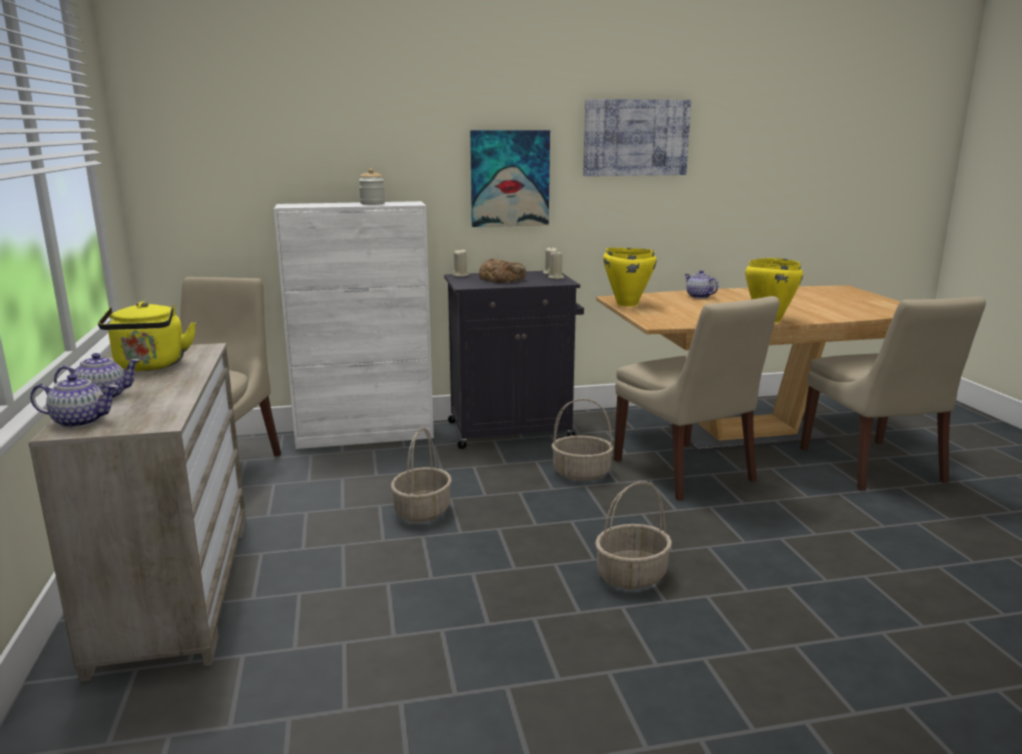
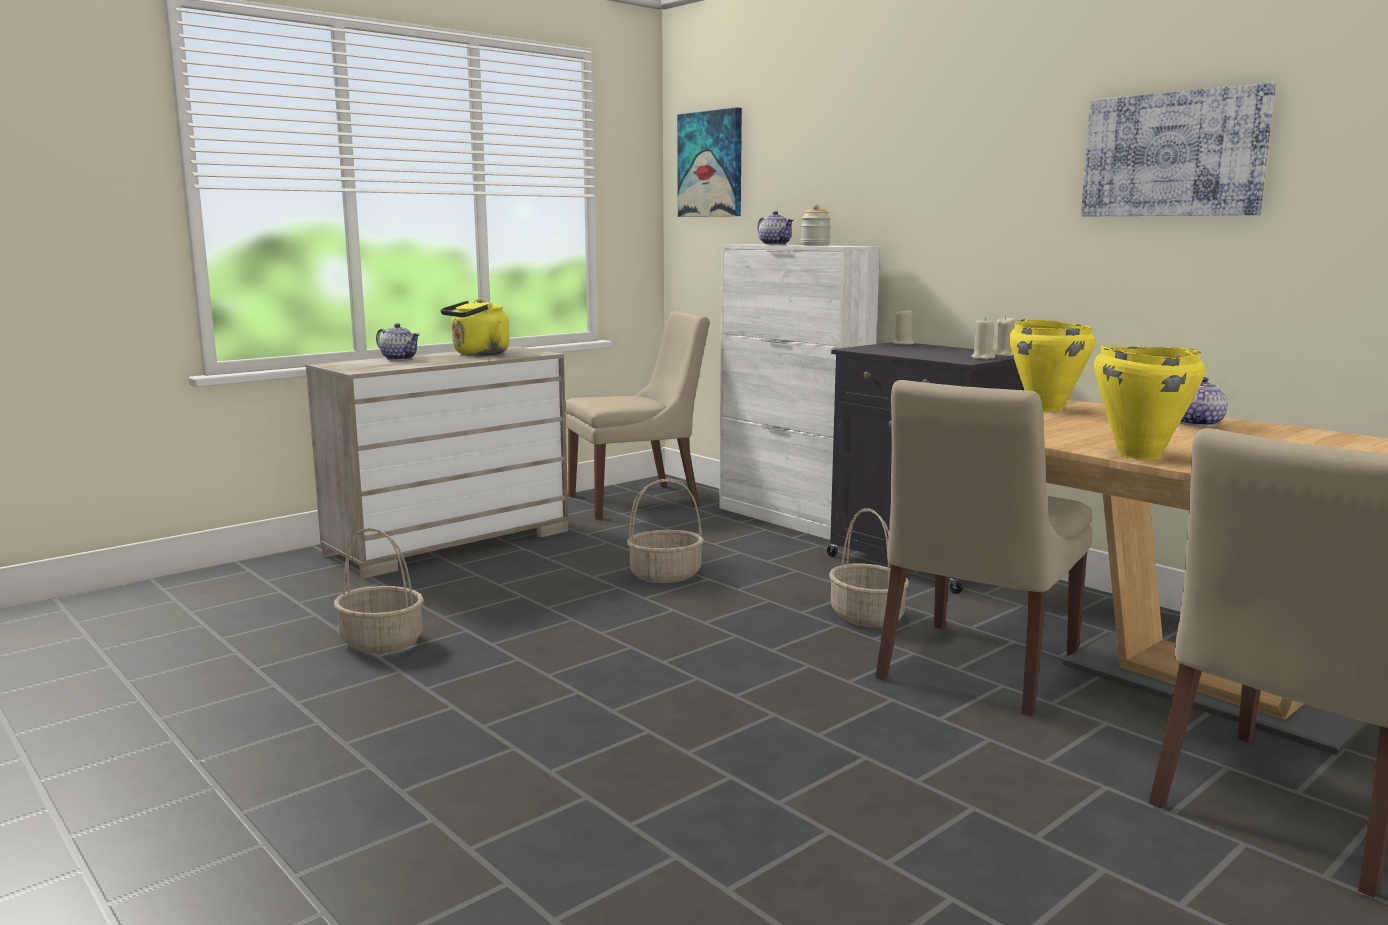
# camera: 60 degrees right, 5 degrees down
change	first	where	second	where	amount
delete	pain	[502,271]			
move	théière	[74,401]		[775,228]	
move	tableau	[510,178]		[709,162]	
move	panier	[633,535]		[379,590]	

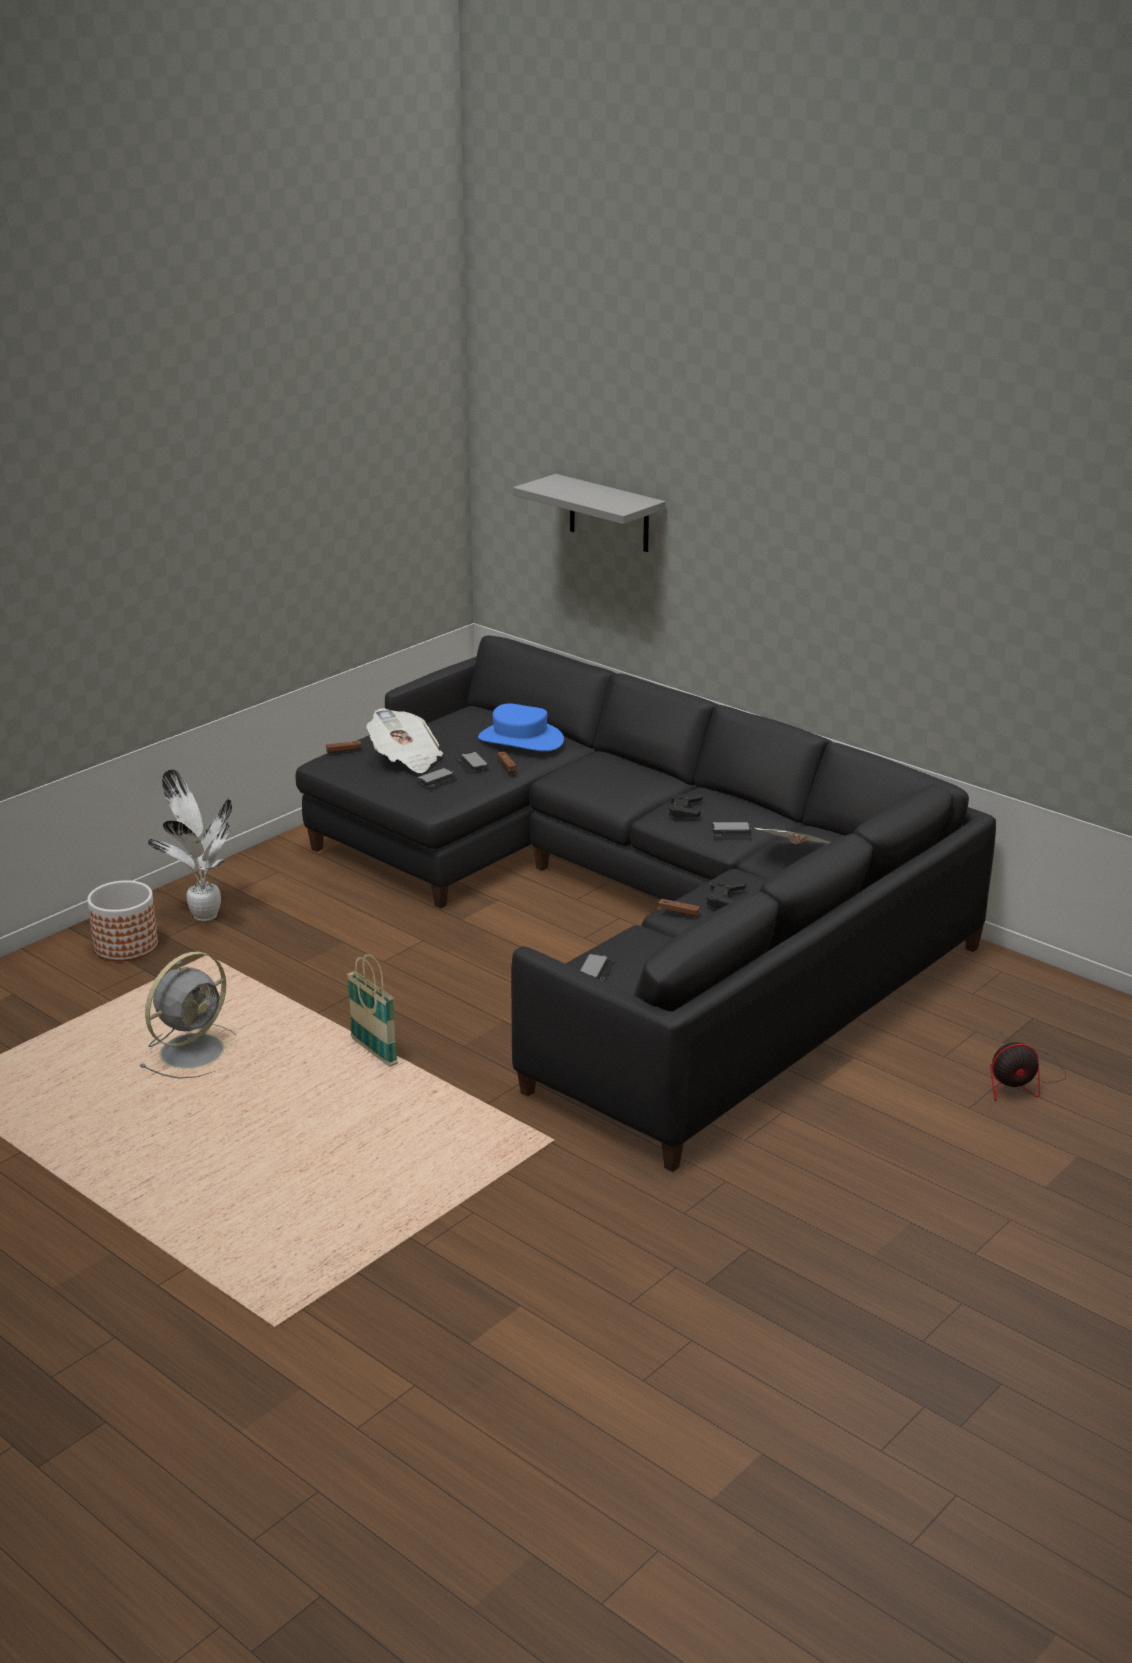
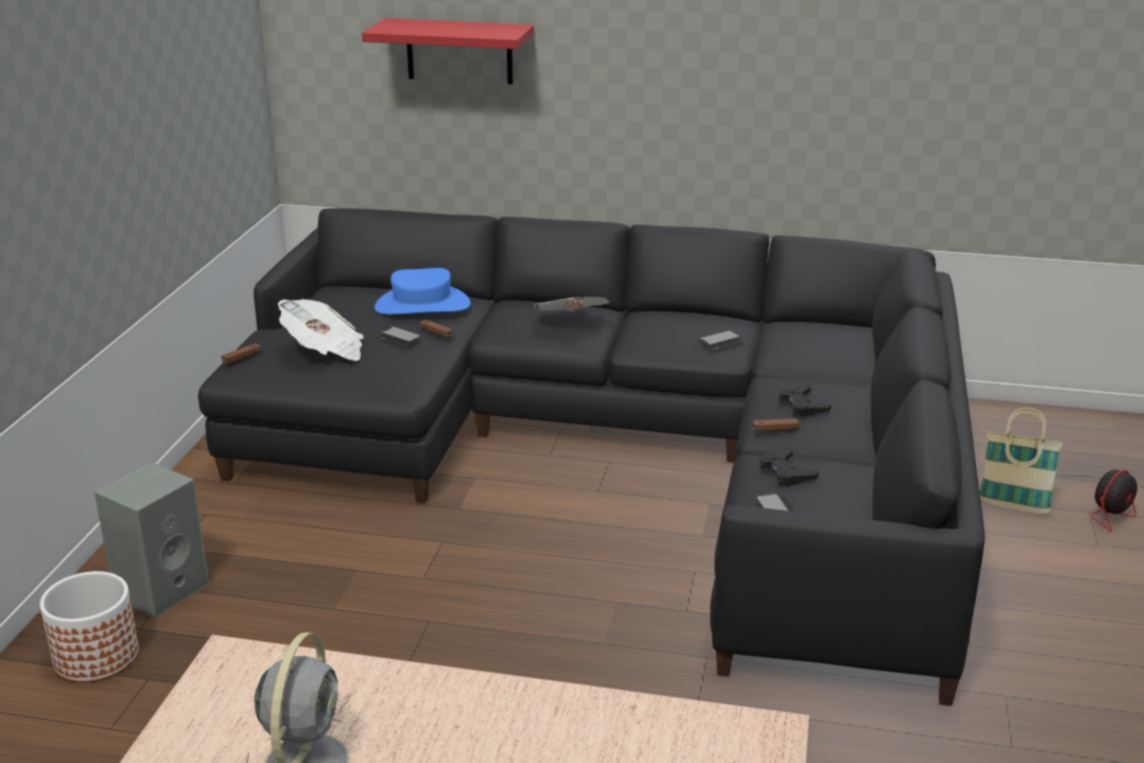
# camera: 30 degrees left, 0 degrees up
change	first	where	second	where	amount
delete	téléphone	[437,778]			
move	panier	[372,1010]		[1020,460]	
move	manette [noir]	[685,806]		[789,466]	
move	journal	[793,836]		[572,304]	
replace	plante en pot	[190,845]	enceinte [gris]	[151,540]	
recolor	étagère [gris]	[589,513]	étagère [rouge]	[448,51]	

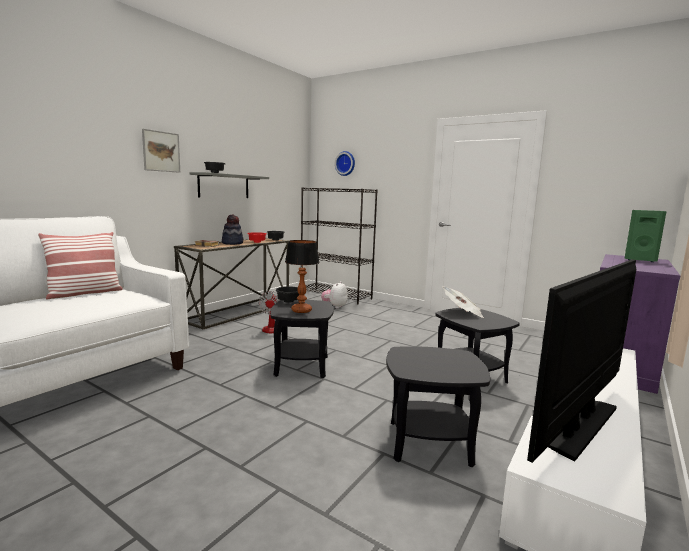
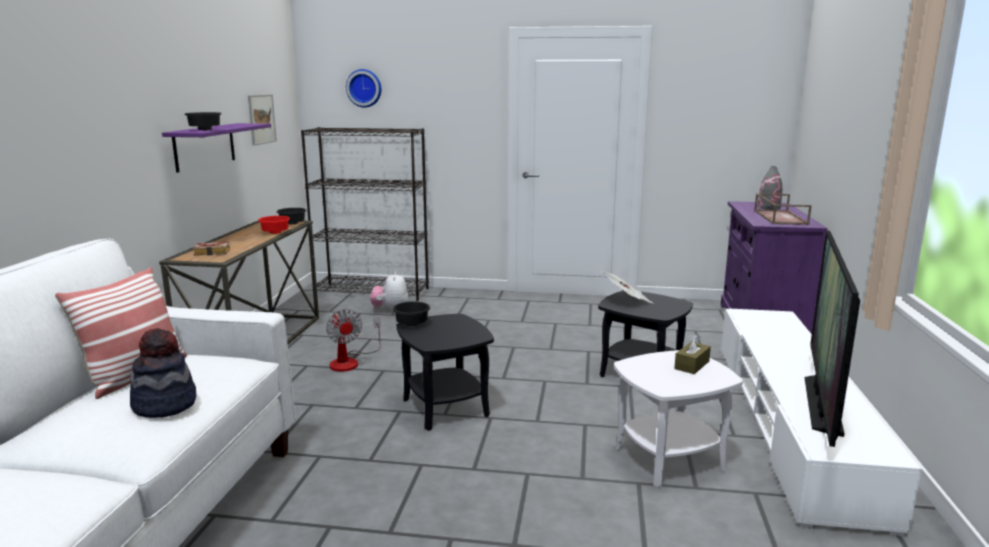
# camera: 25 degrees left, 5 degrees up
change	first	where	second	where	amount
delete	lampe de table	[302,276]			
insert			boîte à mouchoirs [marron]	[692,354]	
insert			plateau [marron]	[783,209]	
move	tableau	[161,151]		[262,120]	
move	chapeau	[233,229]		[163,373]	
replace	enceinte [vert]	[645,236]	vase [gris]	[770,188]	
recolor	étagère [gris]	[229,185]	étagère [violet]	[216,148]	
recolor	table d'appoint [noir]	[438,407]	table d'appoint [blanc]	[678,418]	

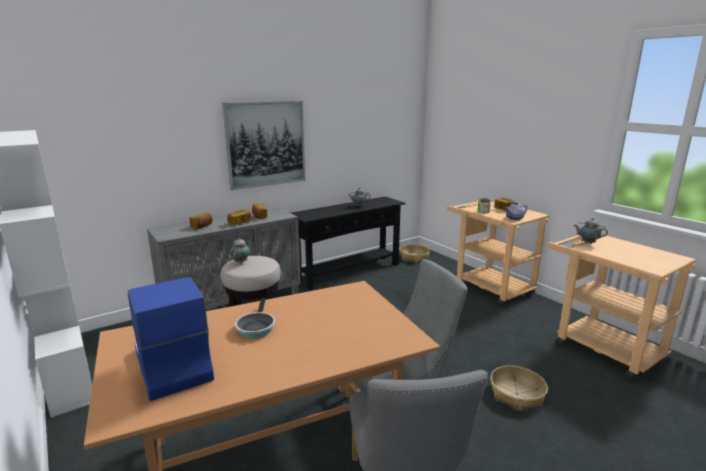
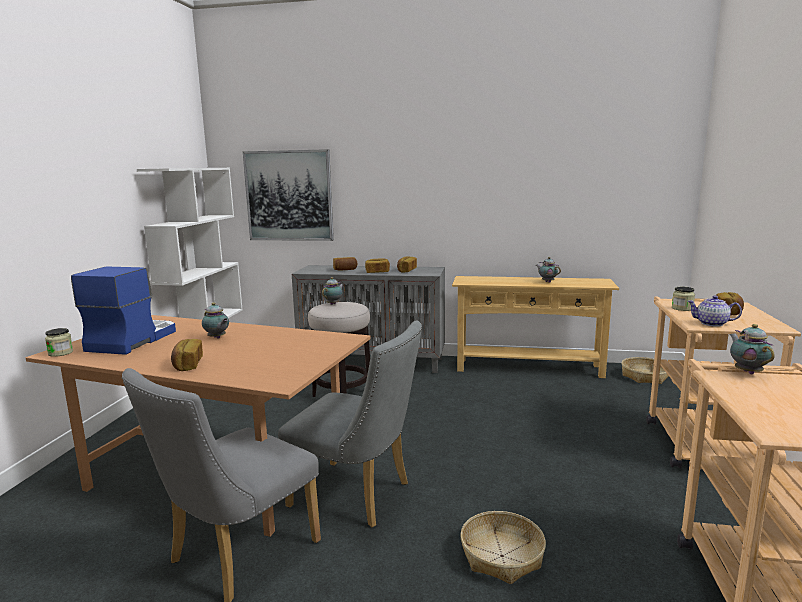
# camera: 45 degrees right, 5 degrees down
change	first	where	second	where	amount
insert			bocal	[59,342]	
insert			pain	[187,355]	
move	tableau	[263,145]		[288,195]	
replace	poêle	[255,318]	théière	[215,320]	
recolor	table console [noir]	[348,243]	table console [beige]	[535,327]	

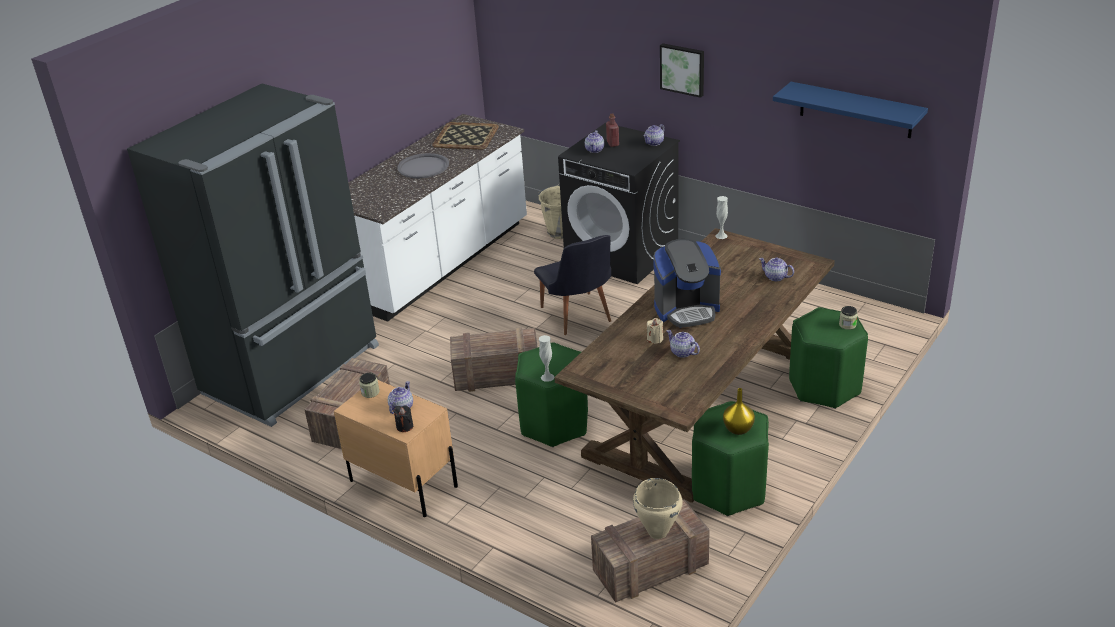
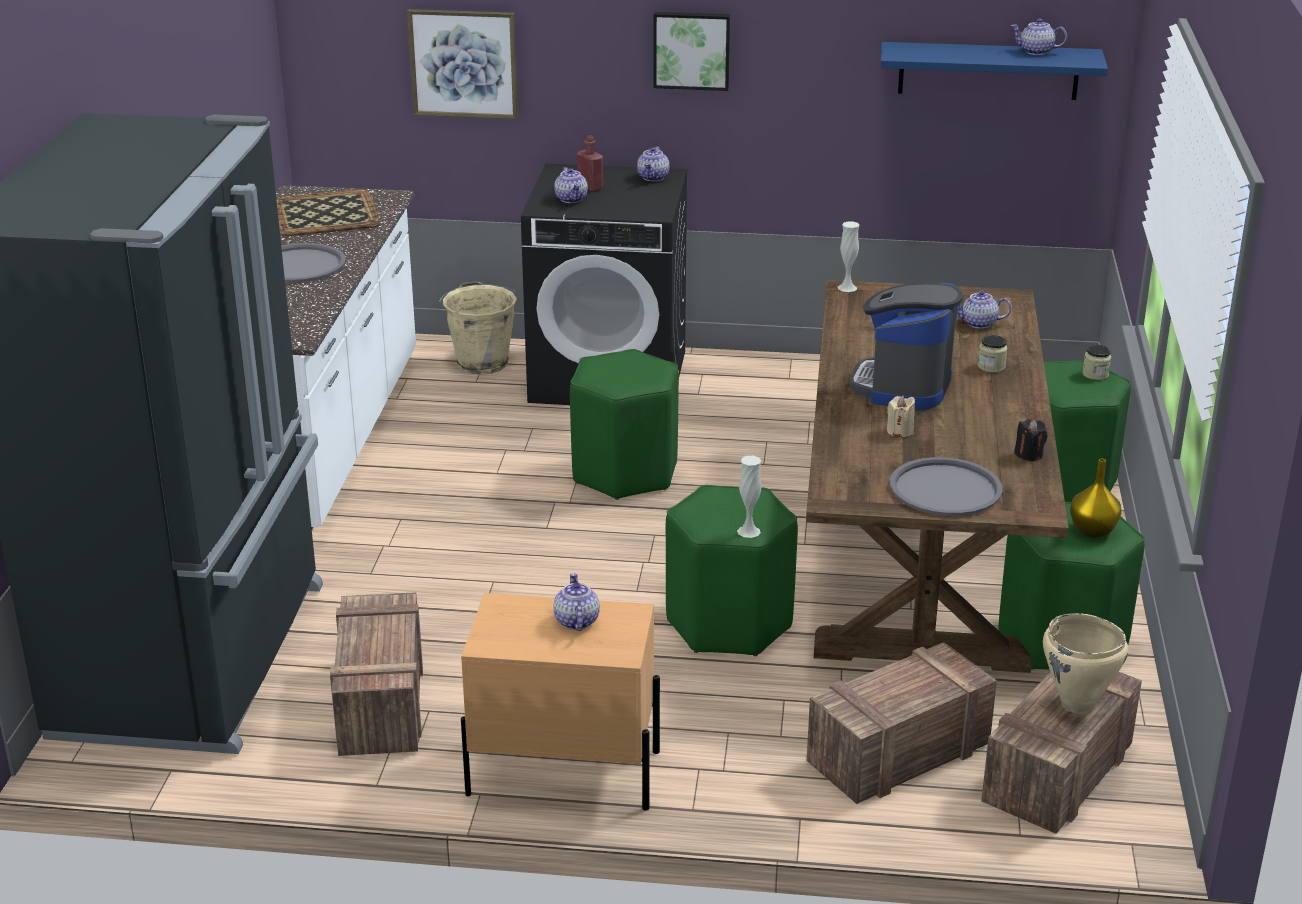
# camera: 30 degrees left, 5 degrees down
change	first	where	second	where	amount
insert			tableau	[462,64]	
insert			plateau [gris]	[946,486]	
move	bocal	[369,385]		[993,354]	
move	bougie [noir]	[403,418]		[1031,440]	
move	caisse	[494,359]		[902,723]	
move	théière	[683,344]		[1039,37]	
replace	chaise [noir]	[572,285]	tabouret [vert]	[624,424]	
rotate	machine à café	[687,283]		[906,346]	150 degrees clockwise

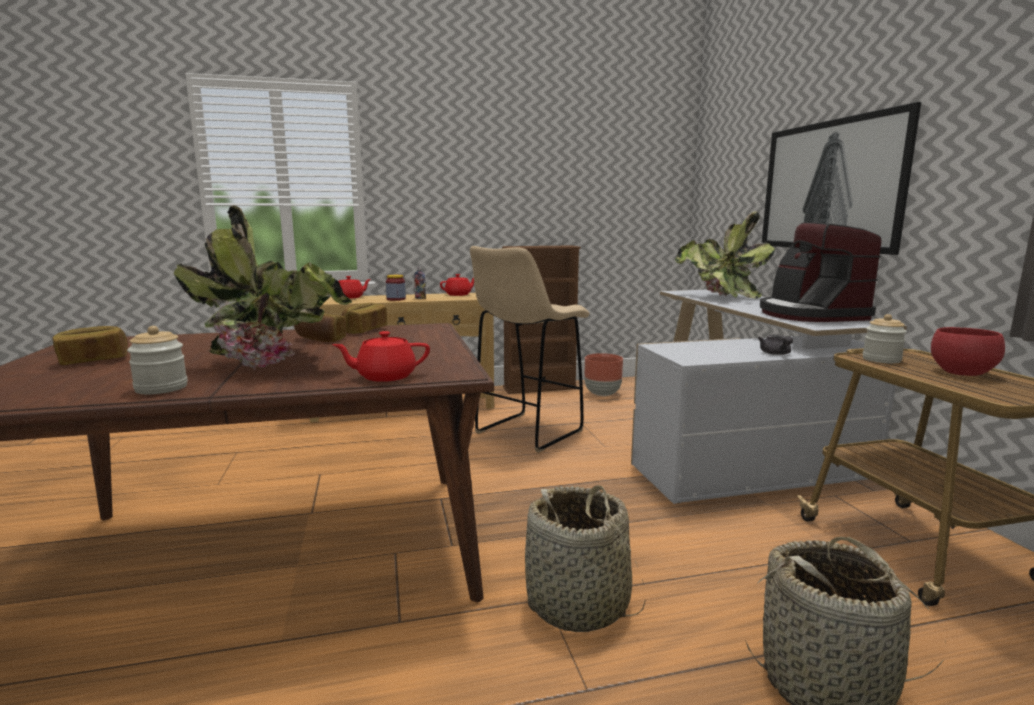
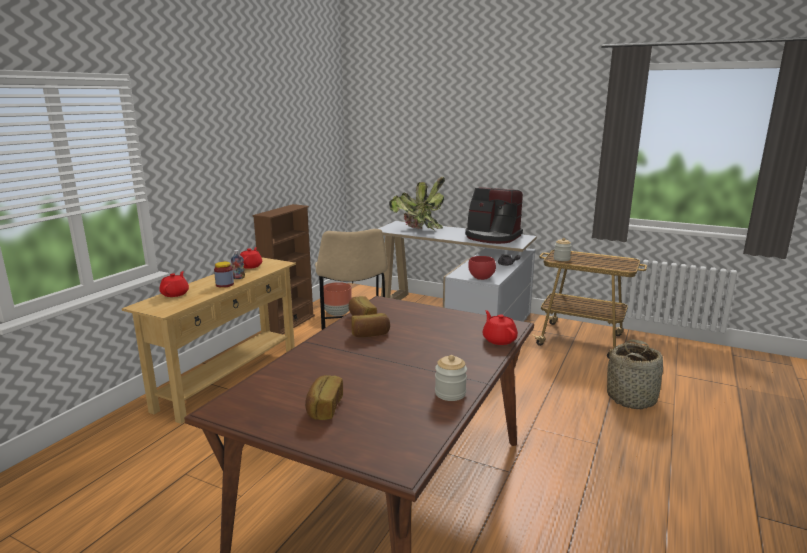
# camera: 50 degrees left, 5 degrees up
change	first	where	second	where	amount
delete	plante en pot	[263,287]			
delete	panier	[585,558]			
delete	tableau	[841,178]			
move	bol [rouge]	[968,351]		[482,268]	
rotate	théière [rouge]	[381,356]		[500,327]	135 degrees clockwise

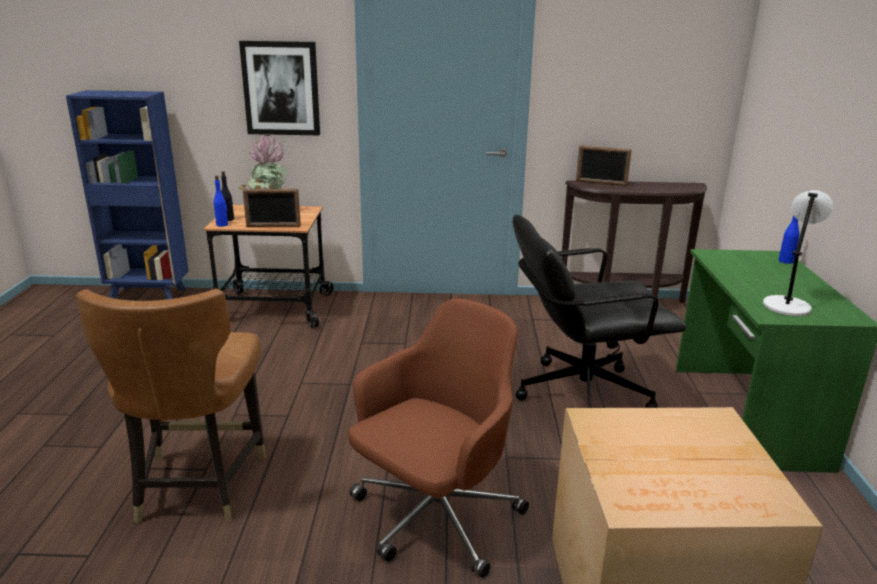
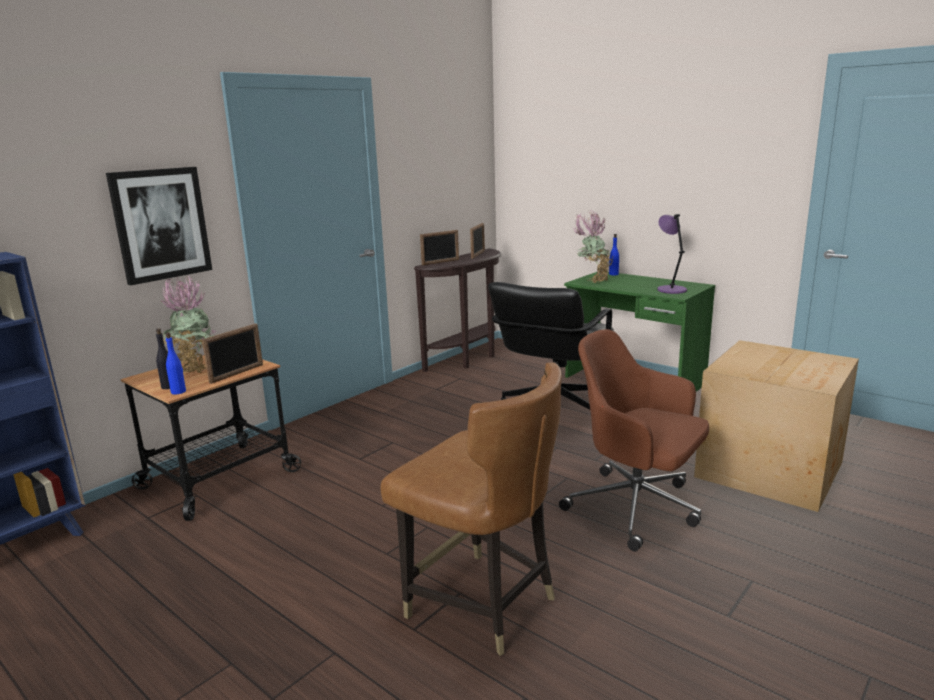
# camera: 50 degrees left, 5 degrees down
change	first	where	second	where	amount
insert			cadre photo	[477,241]	
insert			plante en pot	[593,246]	
recolor	lampe de table [gris]	[798,253]	lampe de table [violet]	[672,254]	
rotate	chaise de bureau [marron]	[438,438]		[634,440]	45 degrees counterclockwise

